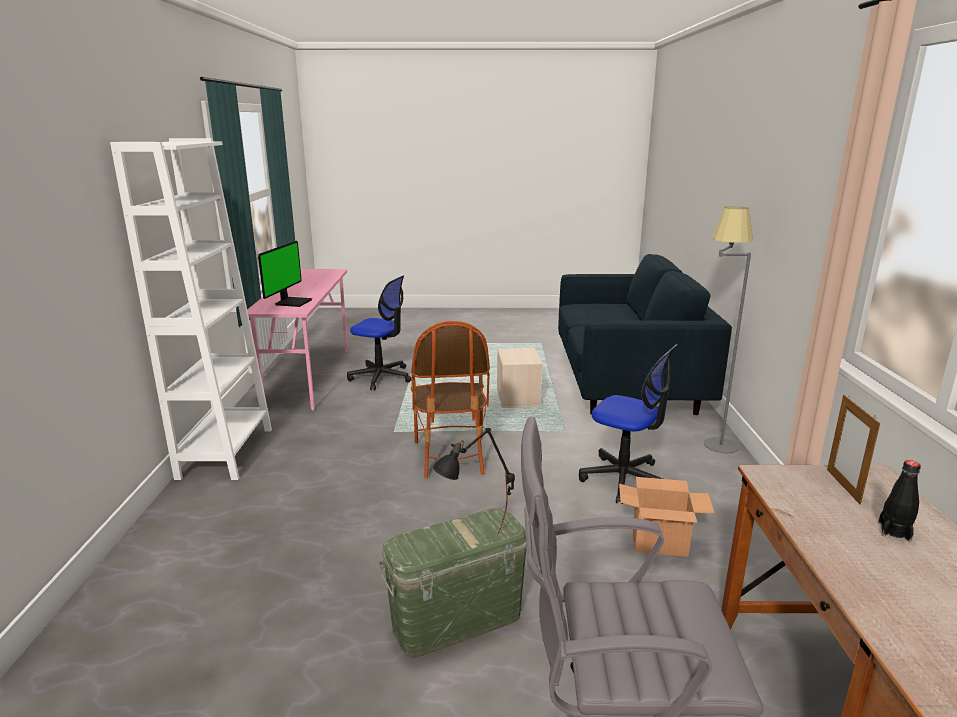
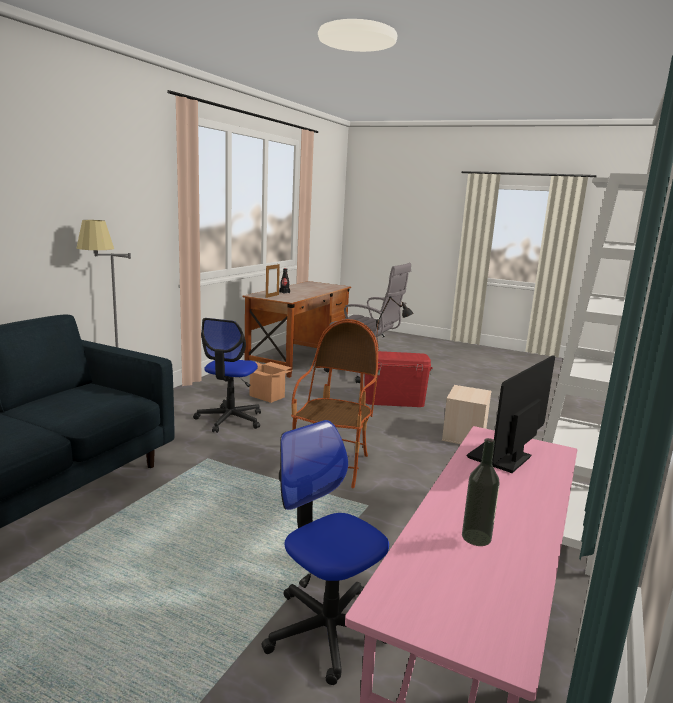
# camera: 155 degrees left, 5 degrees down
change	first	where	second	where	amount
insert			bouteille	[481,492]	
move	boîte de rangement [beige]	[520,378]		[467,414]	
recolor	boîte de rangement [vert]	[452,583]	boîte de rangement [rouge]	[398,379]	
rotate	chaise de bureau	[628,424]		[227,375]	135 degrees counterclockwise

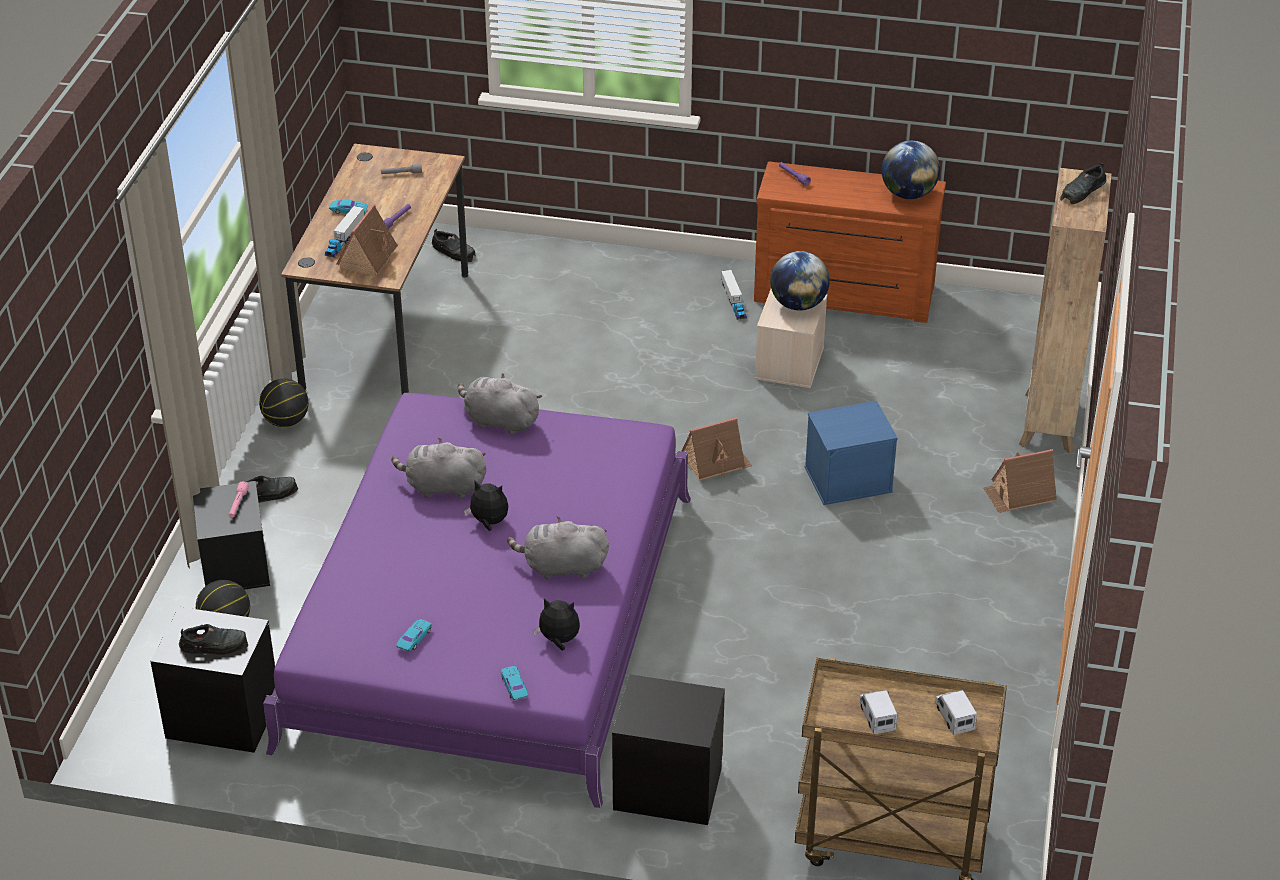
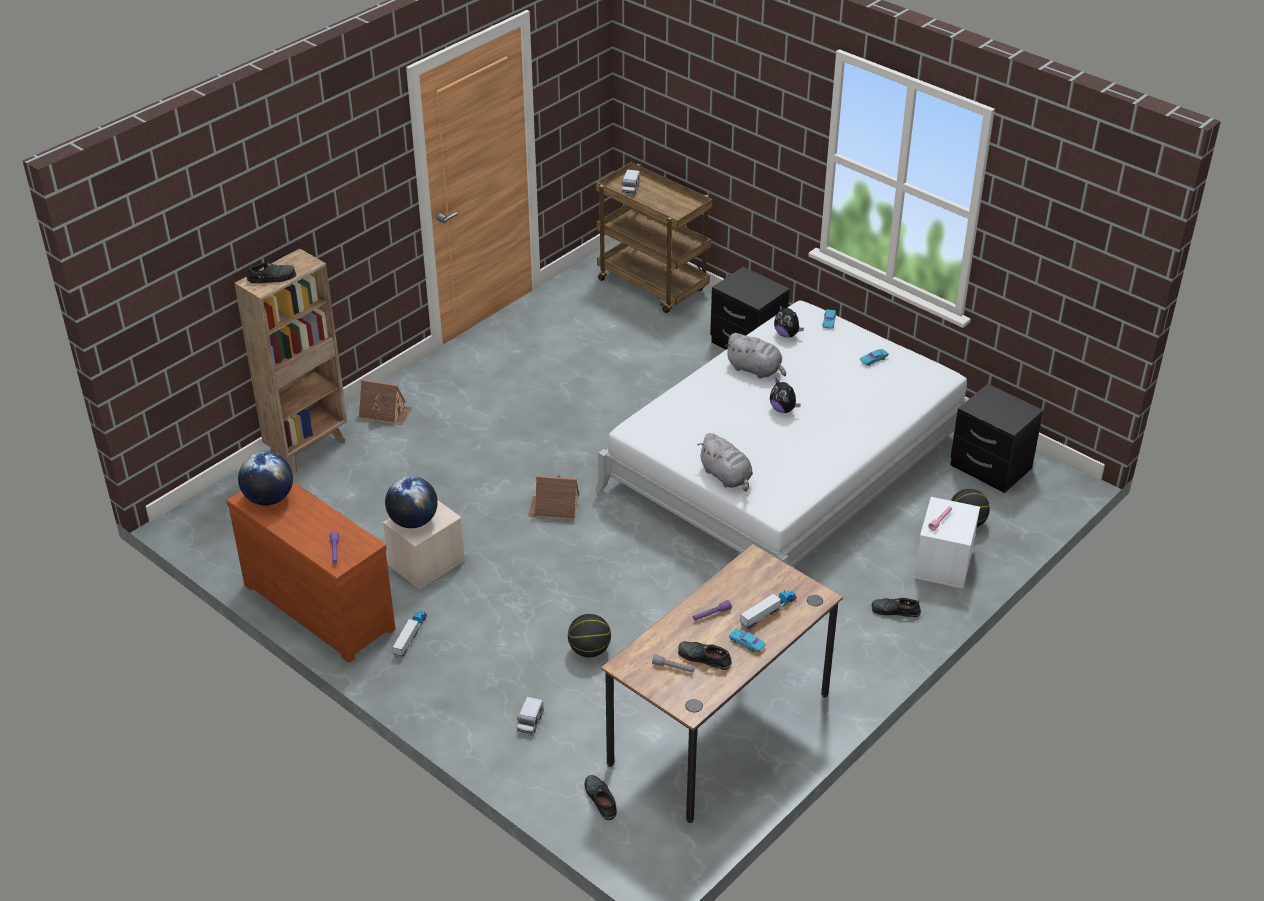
# camera: 150 degrees left, 0 degrees up
change	first	where	second	where	amount
delete	maison miniature	[367,240]			
delete	peluche [gris]	[438,468]			
delete	boîte de rangement [bleu]	[851,453]			
move	chaussure [noir]	[213,639]		[705,656]	
move	ballon de basket	[283,403]		[589,635]	
move	camion jouet	[878,712]		[530,716]	
recolor	boîte de rangement [noir]	[231,535]	boîte de rangement [blanc]	[947,543]	
recolor	lit [violet]	[477,600]	lit [blanc]	[782,433]	

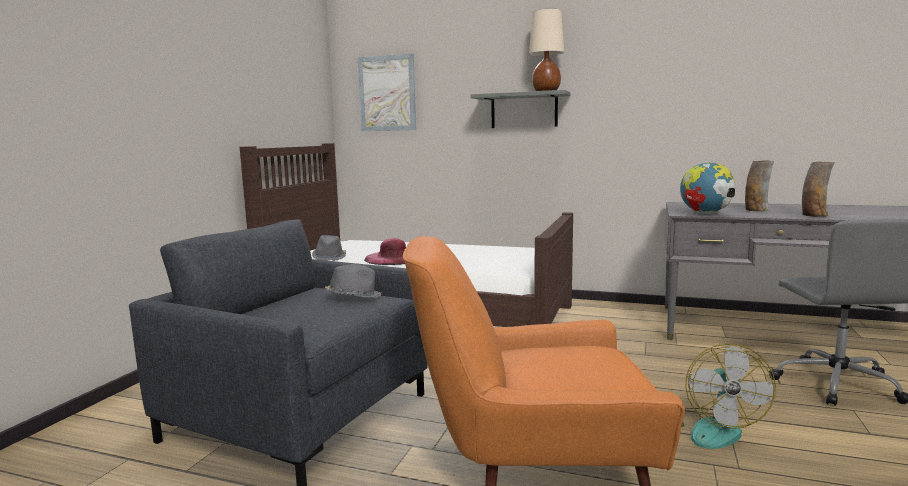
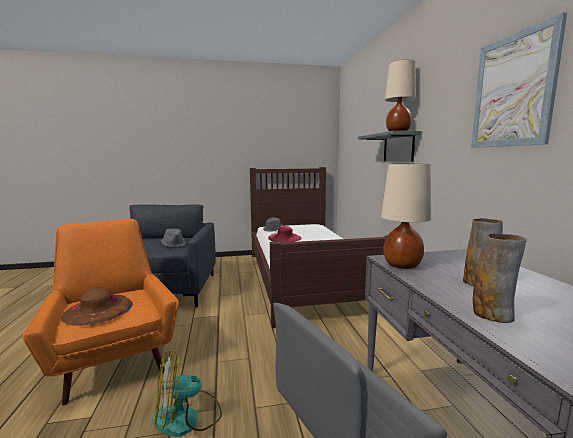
# camera: 60 degrees right, 0 degrees up
change	first	where	second	where	amount
insert			chapeau [marron]	[97,306]	
move	tableau	[387,92]		[519,80]	
replace	globe	[707,188]	lampe de table [beige]	[406,216]	

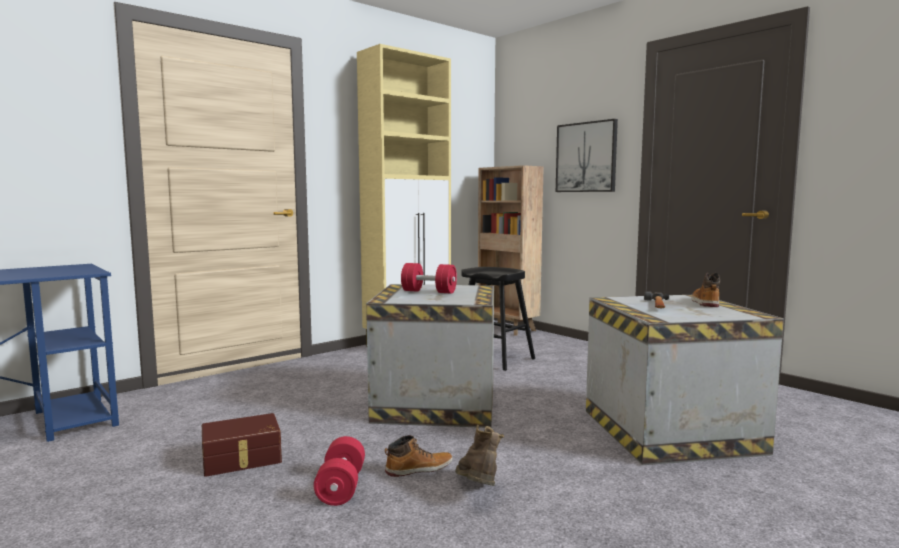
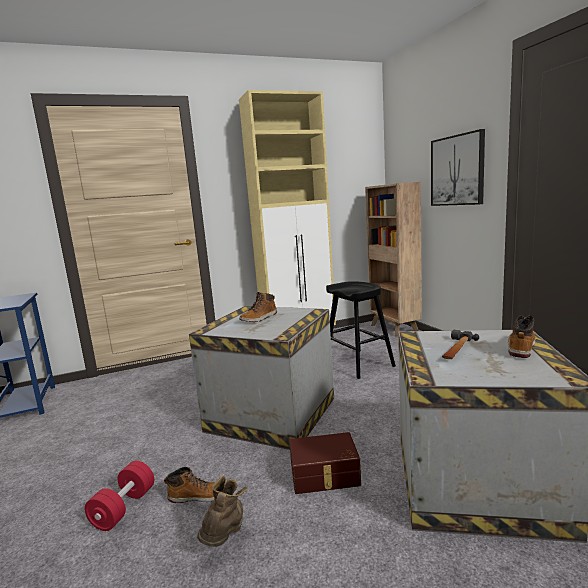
# camera: 20 degrees right, 5 degrees up
change	first	where	second	where	amount
move	boîte de rangement [marron]	[242,445]		[325,463]	
replace	haltère [rouge]	[429,278]	botte	[258,307]	

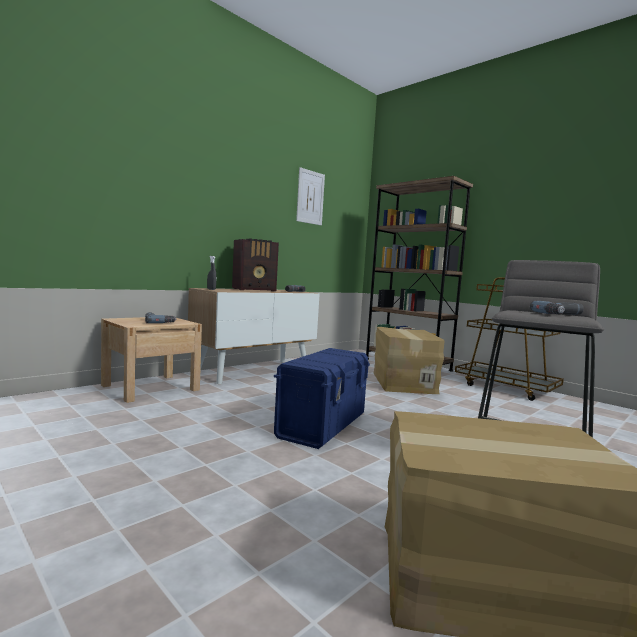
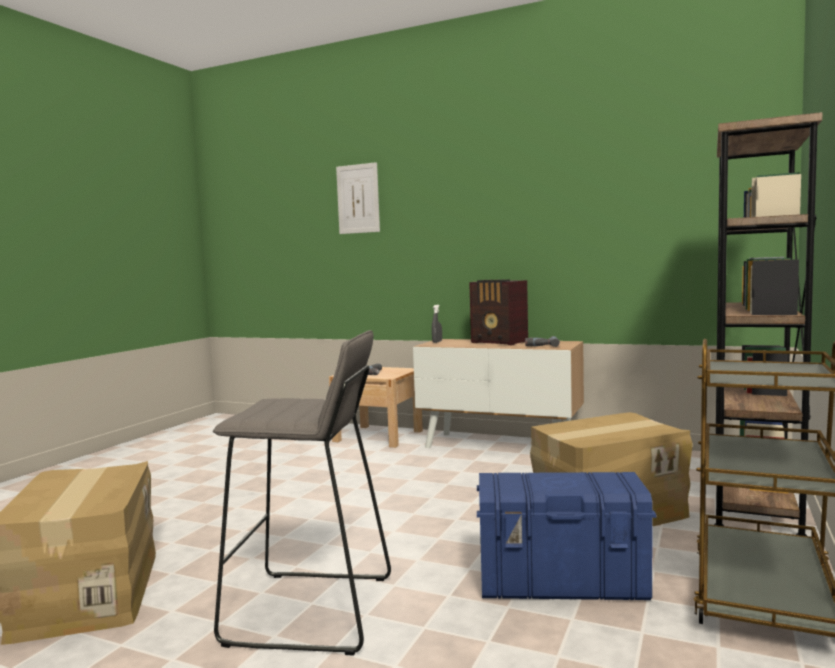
# camera: 70 degrees right, 0 degrees up
change	first	where	second	where	amount
delete	perceuse	[557,308]			
move	boîte de rangement [bleu]	[322,398]		[567,536]	
move	tableau	[310,196]		[358,198]	

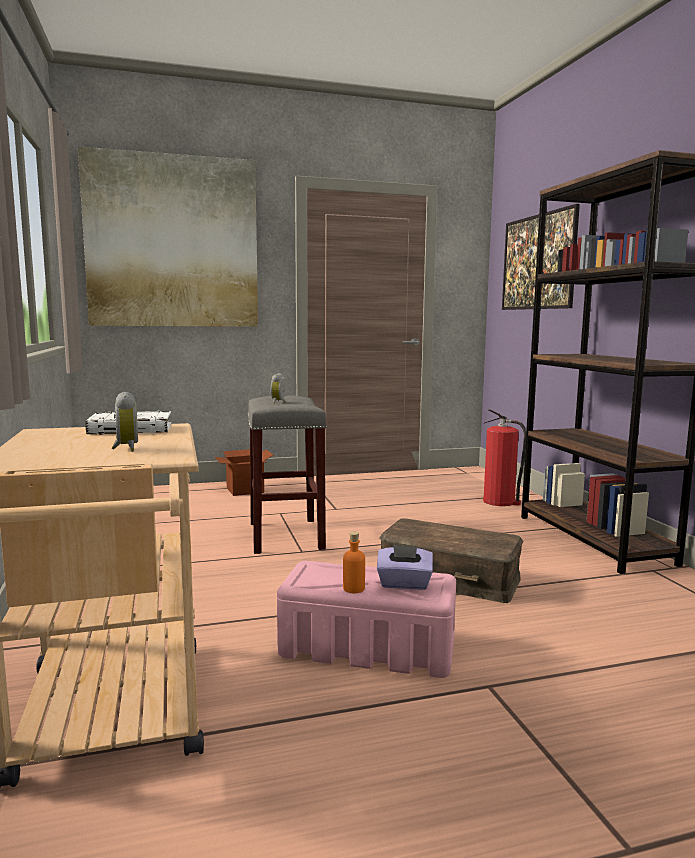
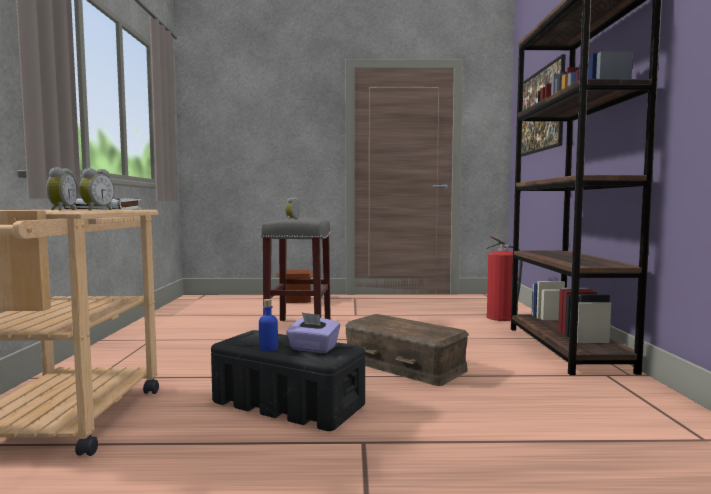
# camera: 15 degrees right, 5 degrees down
change	first	where	second	where	amount
delete	tableau	[168,236]			
insert			réveil	[96,189]	
recolor	boîte de rangement [rose]	[366,619]	boîte de rangement [noir]	[288,380]	
recolor	bouteille [orange]	[354,562]	bouteille [bleu]	[268,325]	

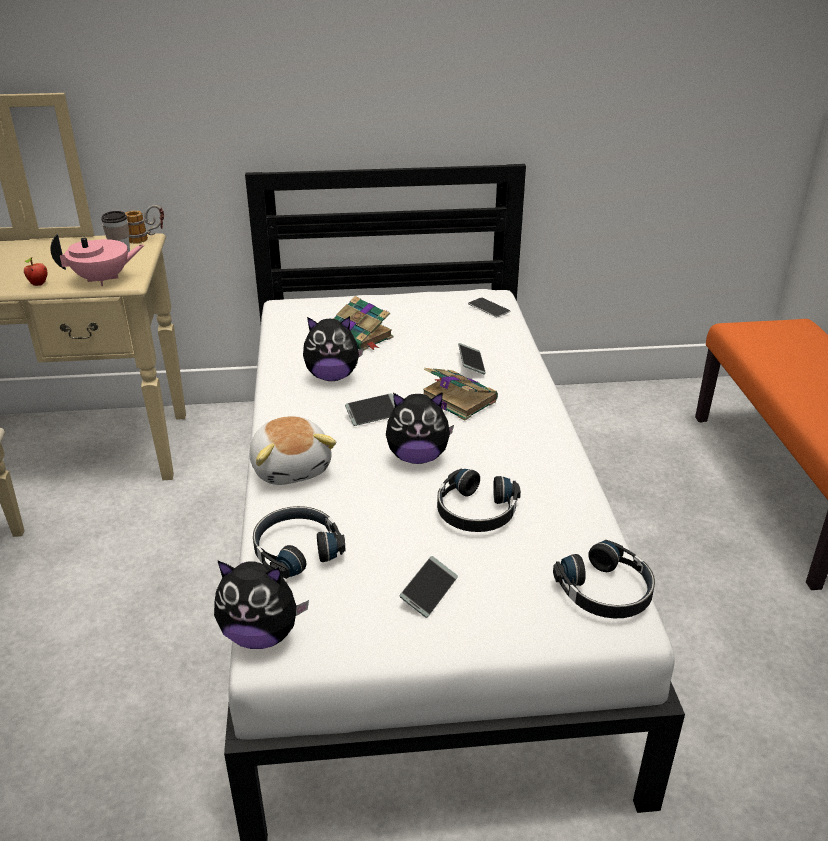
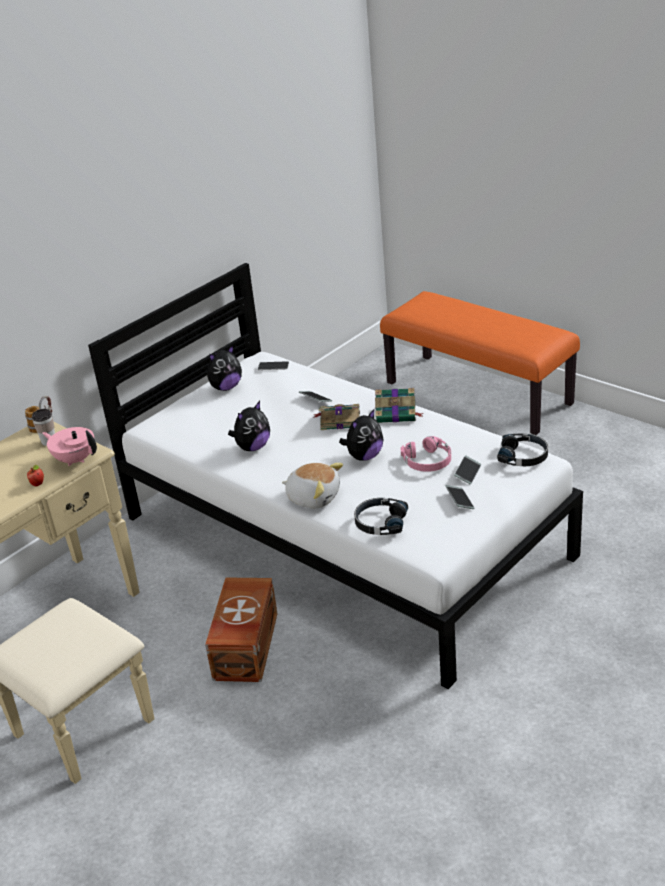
# camera: 40 degrees left, 0 degrees up
change	first	where	second	where	amount
insert			boîte de rangement [marron]	[241,630]	
move	peluche	[261,604]		[224,368]	
move	livre	[363,323]		[399,405]	
move	téléphone	[370,409]		[467,469]	
recolor	casque audio [noir]	[479,500]	casque audio [rose]	[426,454]	
rotate	théière [rose]	[98,260]		[69,446]	90 degrees counterclockwise

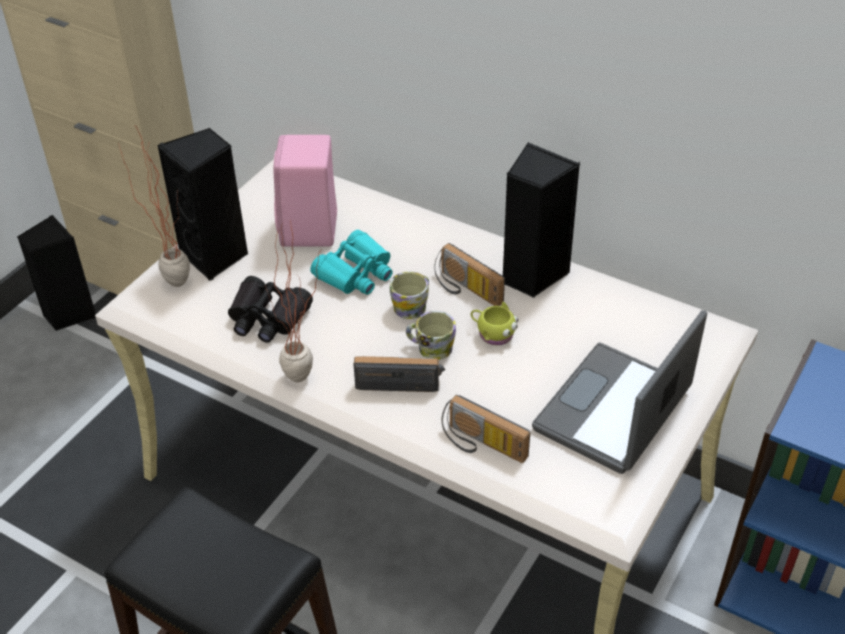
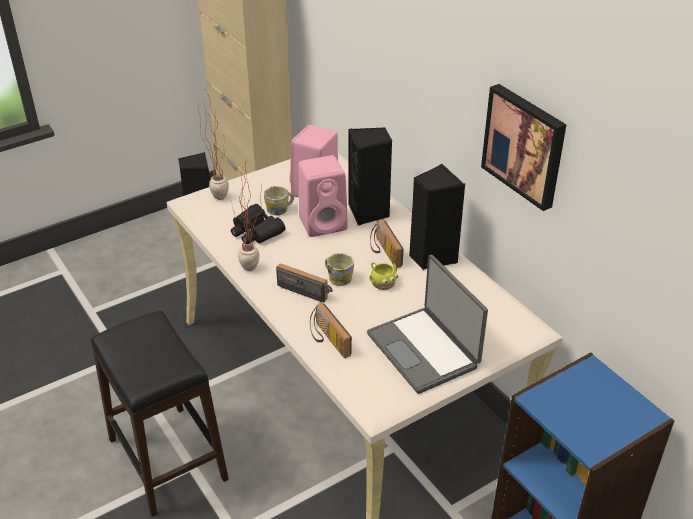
# camera: 25 degrees right, 5 degrees down
change	first	where	second	where	amount
insert			tableau	[524,147]	
move	enceinte [noir]	[203,204]		[370,177]	
move	mug	[409,295]		[279,201]	
replace	jumelles [turquoise]	[351,262]	enceinte [rose]	[323,196]	
rotate	ordinateur portable	[619,392]		[427,324]	90 degrees counterclockwise

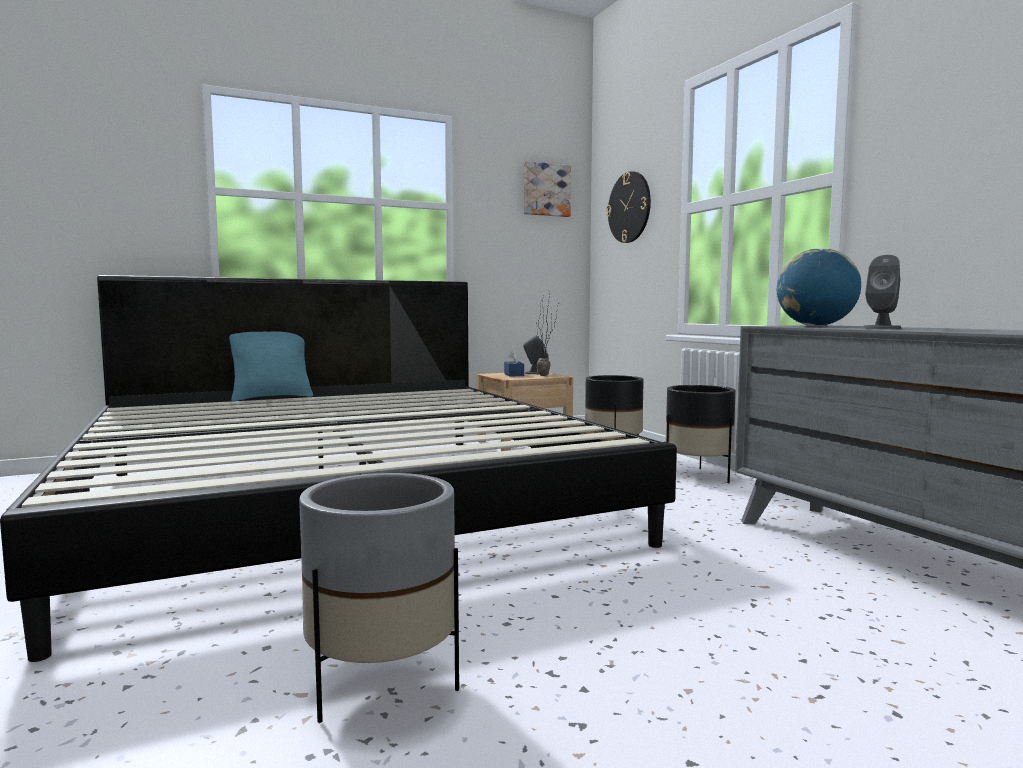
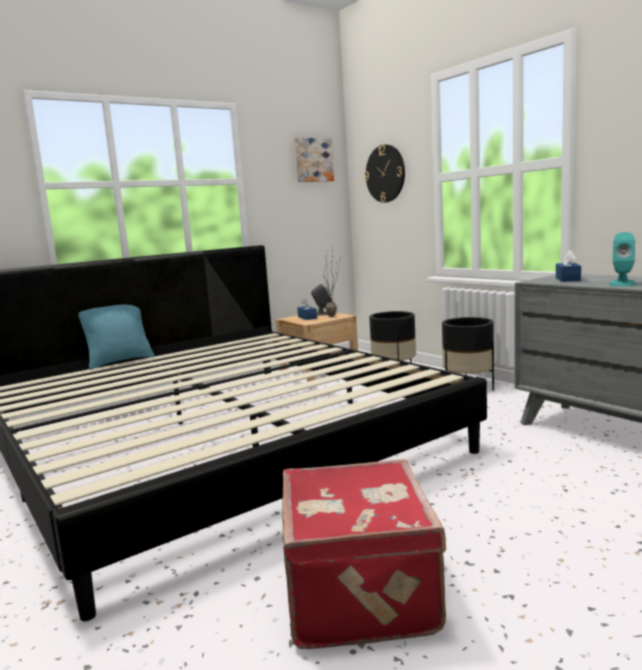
# camera: 10 degrees left, 5 degrees up
change	first	where	second	where	amount
replace	cache-pot [gris]	[379,598]	valise [rouge]	[364,554]	
replace	globe	[819,287]	boîte à mouchoirs [bleu]	[568,266]	
recolor	enceinte [gris]	[882,292]	enceinte [turquoise]	[622,259]	

